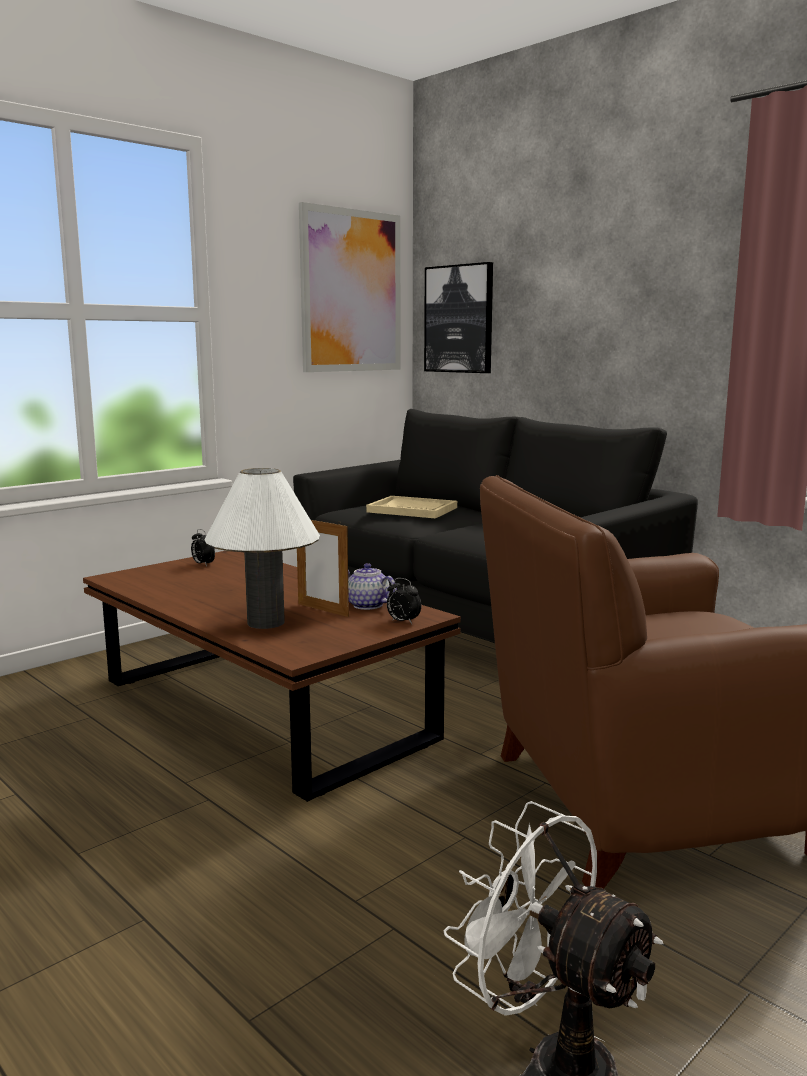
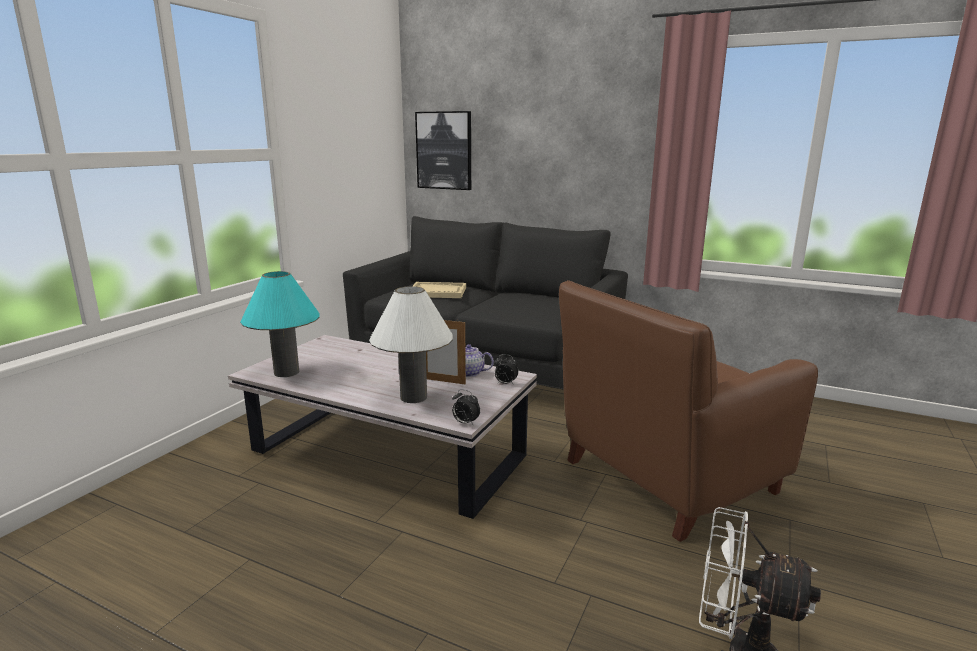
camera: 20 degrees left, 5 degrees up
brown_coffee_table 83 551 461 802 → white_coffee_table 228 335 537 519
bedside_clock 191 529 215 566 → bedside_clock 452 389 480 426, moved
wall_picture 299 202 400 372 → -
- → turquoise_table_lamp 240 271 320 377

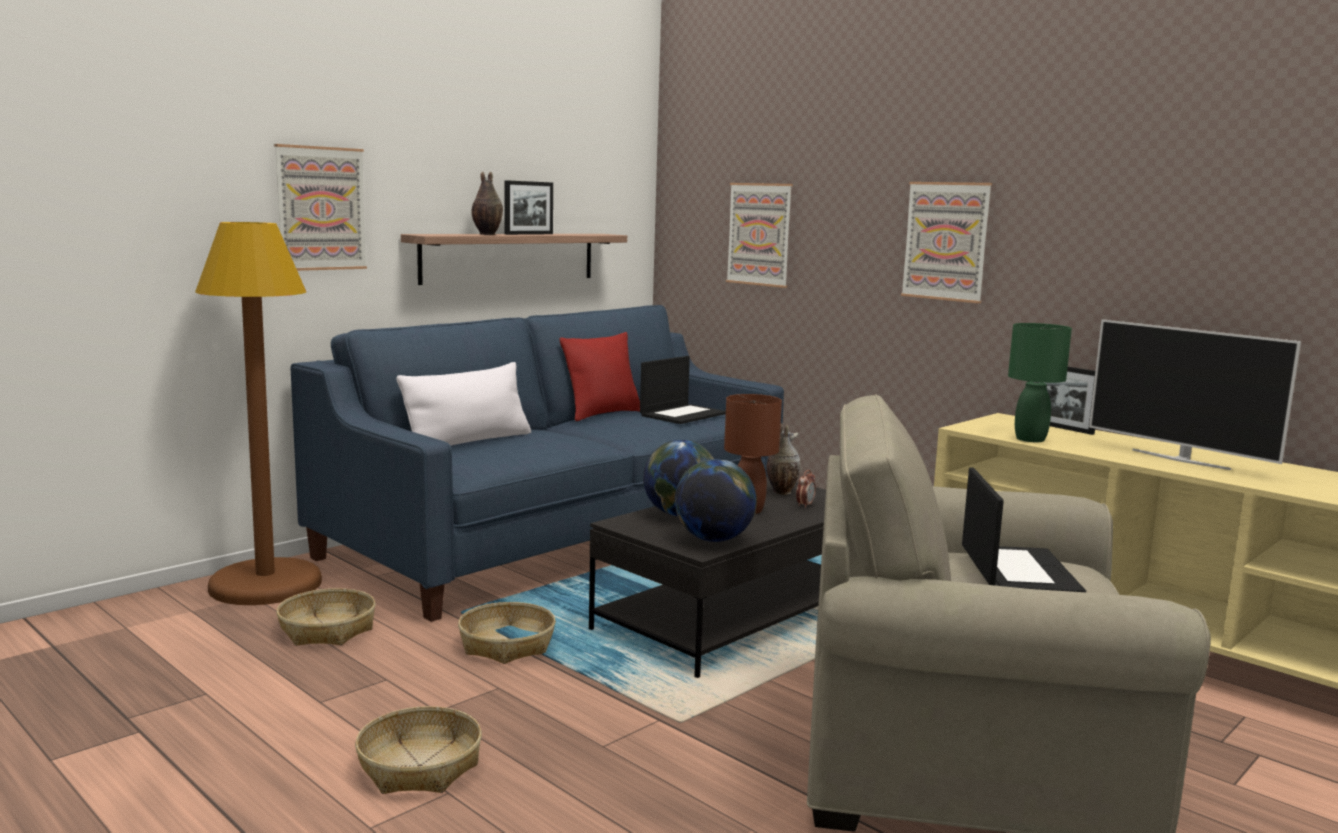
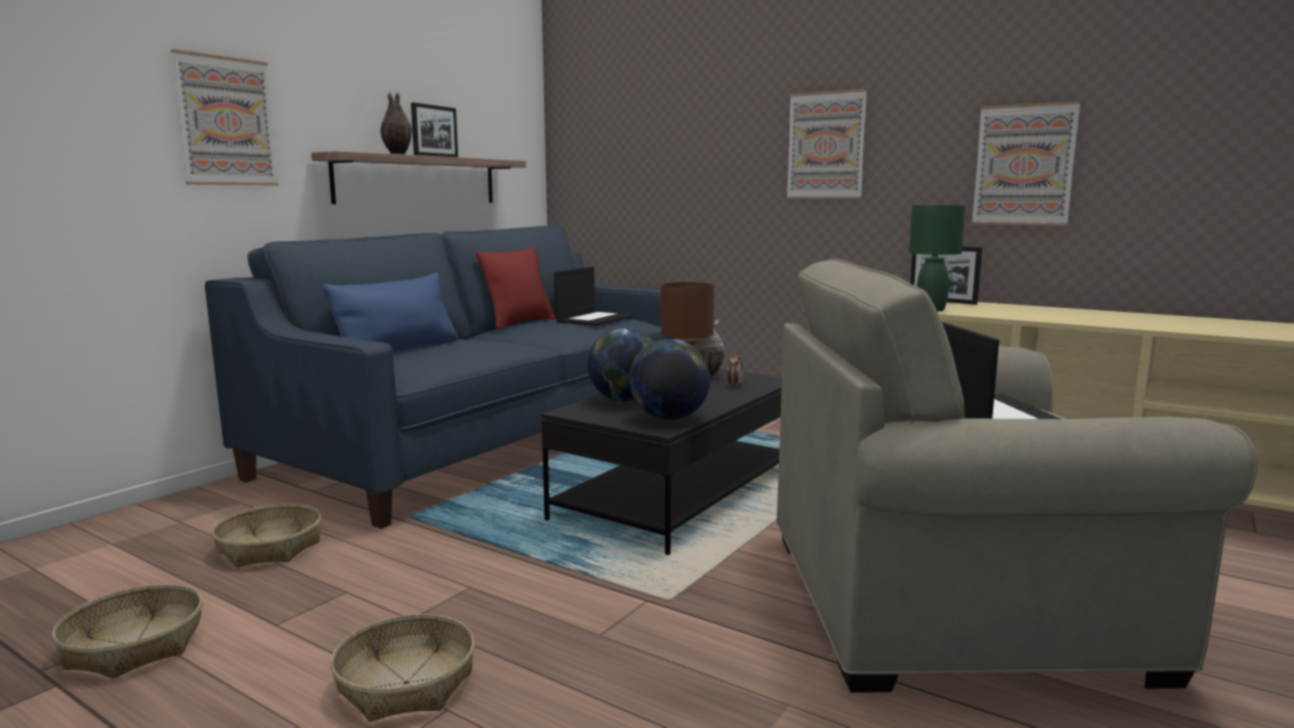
camera: 10 degrees left, 0 degrees up
brown_standing_lamp 195 222 322 605 → -
white_cushion 396 362 531 446 → blue-coloured_cushion 322 273 458 351
storage_basket 458 602 556 664 → storage_basket 52 584 203 679, moved
wall_picture 726 183 793 288 → wall_picture 972 101 1080 226, moved
TV_set 1089 319 1301 470 → -

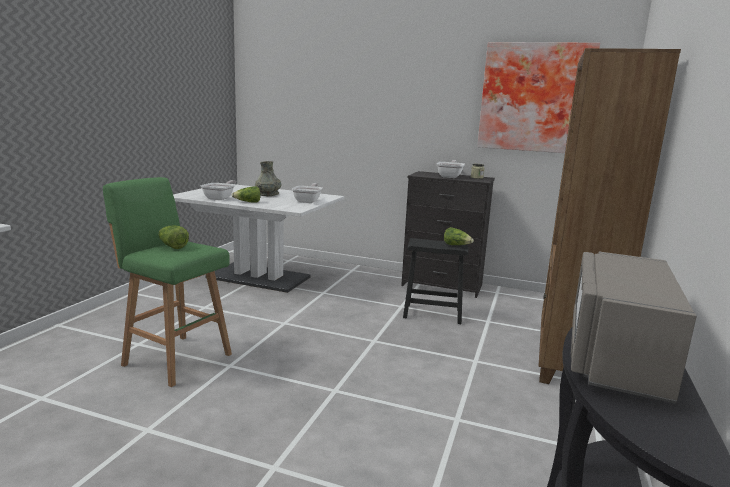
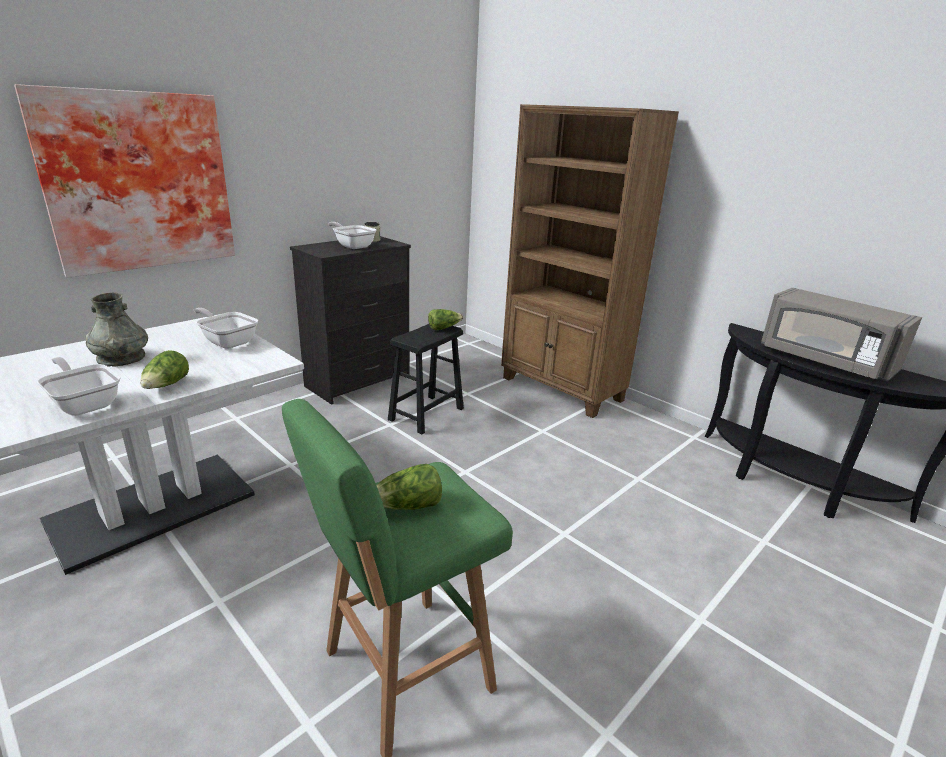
camera: 65 degrees left, 10 degrees up
wall_picture 477 42 600 153 → wall_picture 14 84 235 278, moved

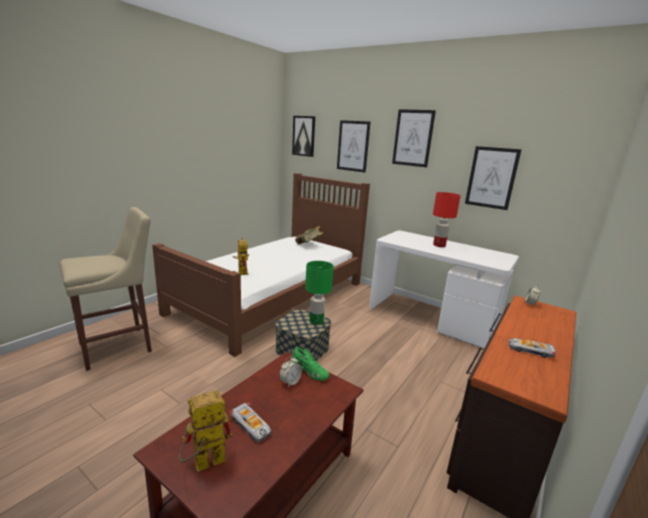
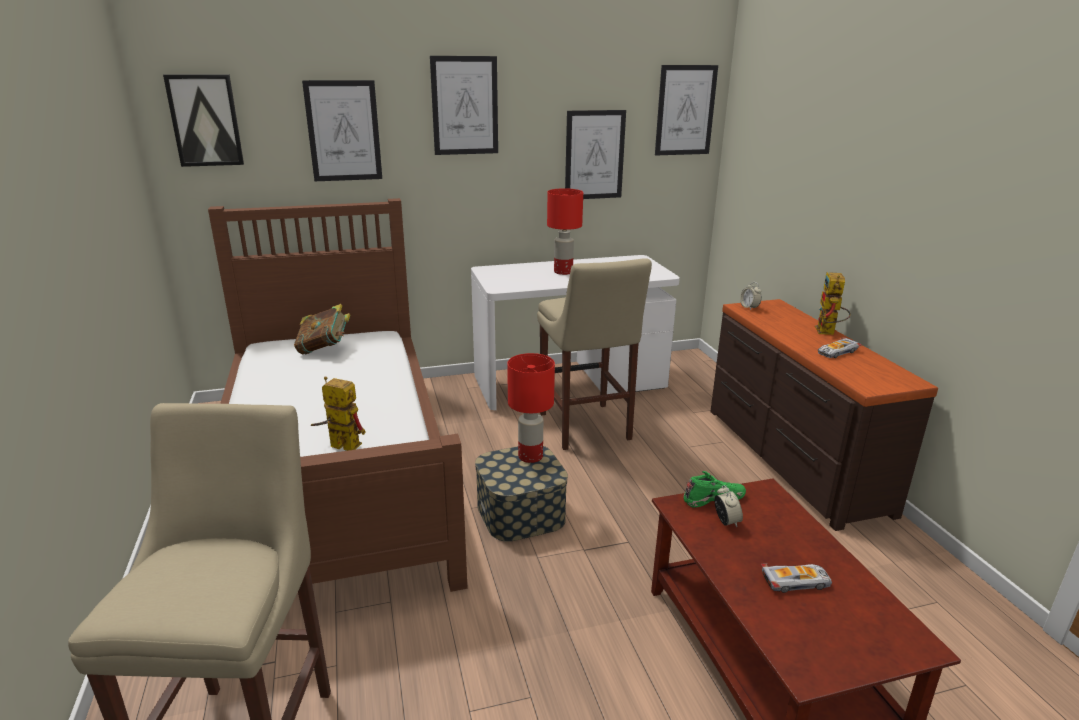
camera: 50 degrees left, 5 degrees up
toy_robot 179 390 233 472 → toy_robot 815 272 851 335, moved
greenish_table_lamp 305 261 334 325 → reddish_table_lamp 507 353 555 463
- → sand-coloured_sitting_stool 537 258 652 450
- → wall_picture 655 65 718 155

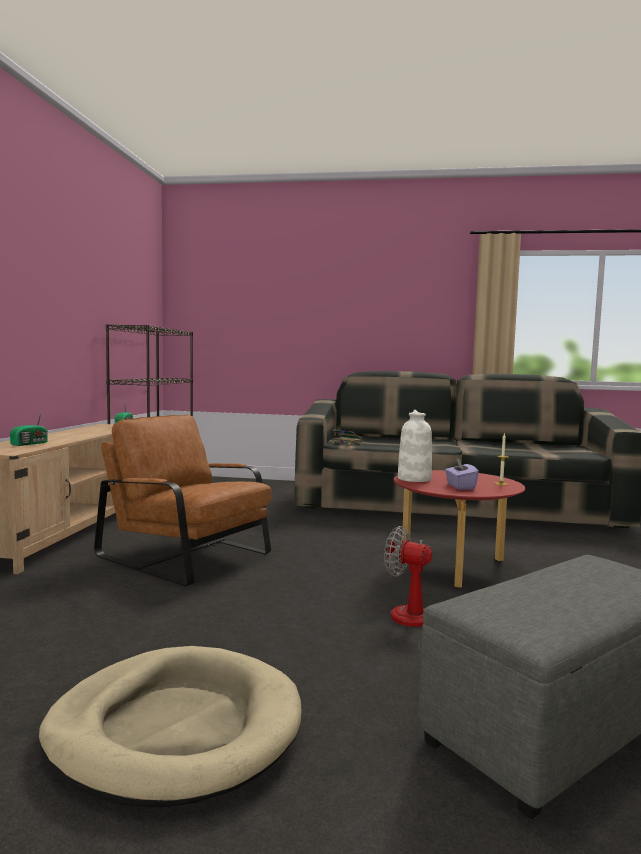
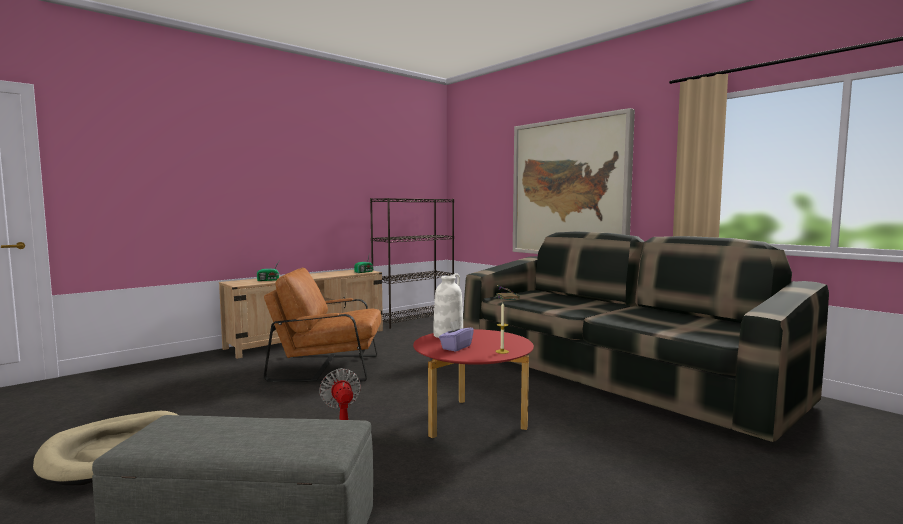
camera: 40 degrees right, 0 degrees up
brown_lounge_chair 94 414 272 586 → brown_lounge_chair 264 268 381 382, 75 degrees counterclockwise
- → wall_picture 513 108 635 254

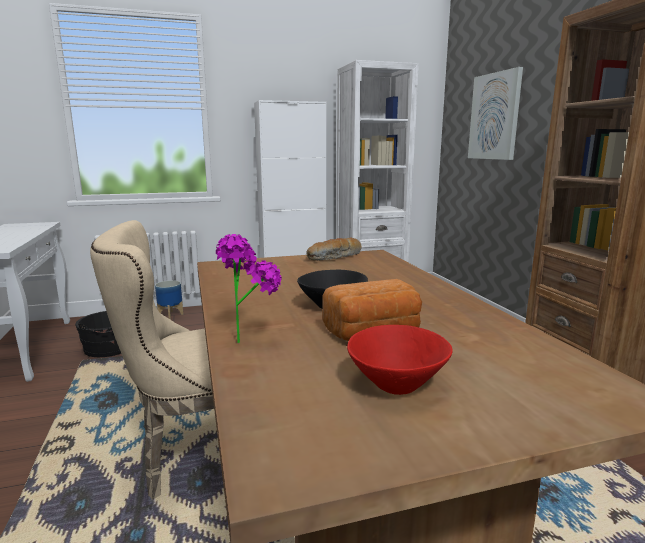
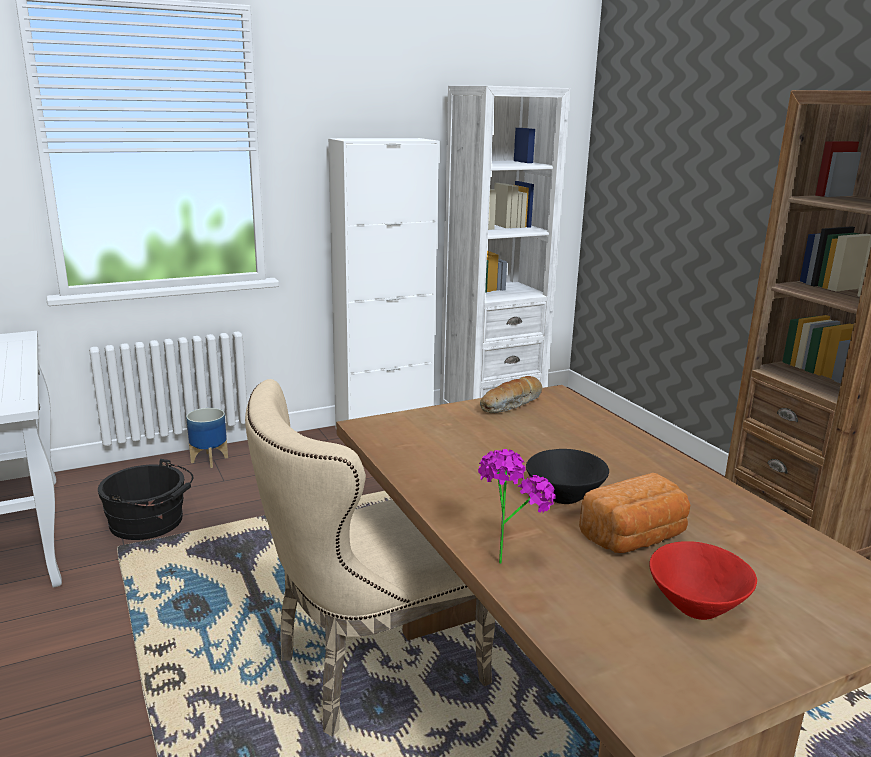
camera: 10 degrees left, 5 degrees up
wall_picture 468 67 523 160 → -

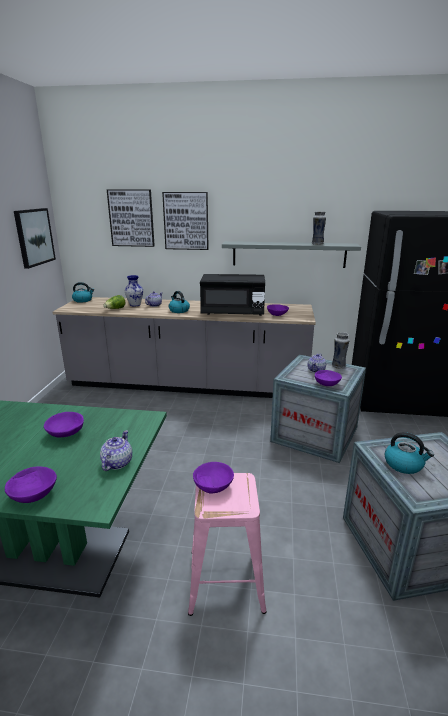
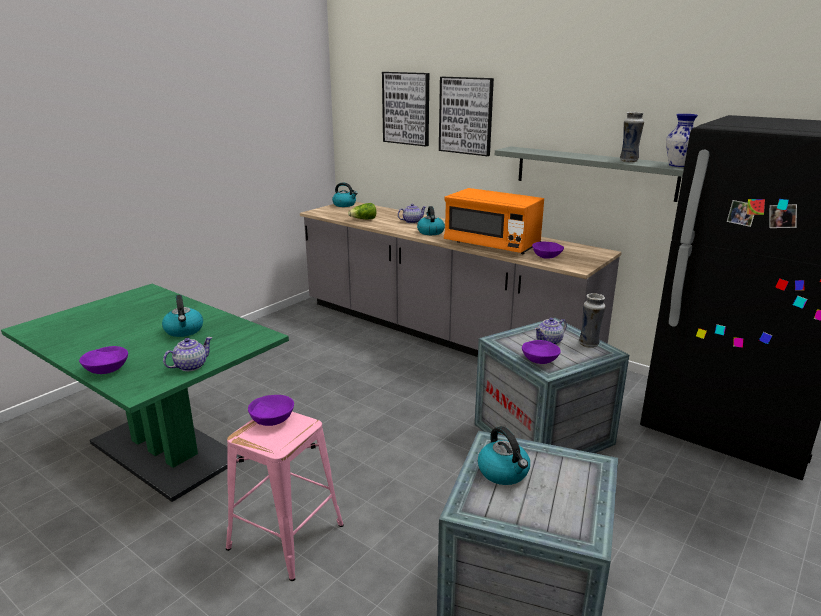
camera: 30 degrees right, 0 degrees up
wall_picture 14 208 56 269 → -
purplish_deep_dish 44 412 84 438 → tea_kettle 162 295 203 337
flower_vase 125 275 143 306 → flower_vase 666 114 698 167, moved
black-coloured_kitchen_microwave 200 274 265 316 → orangey_kitchen_microwave 444 188 544 254

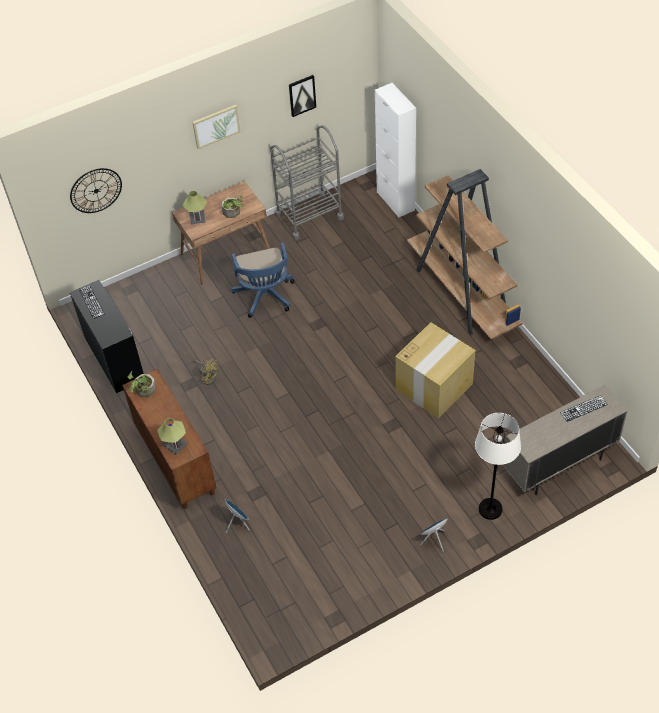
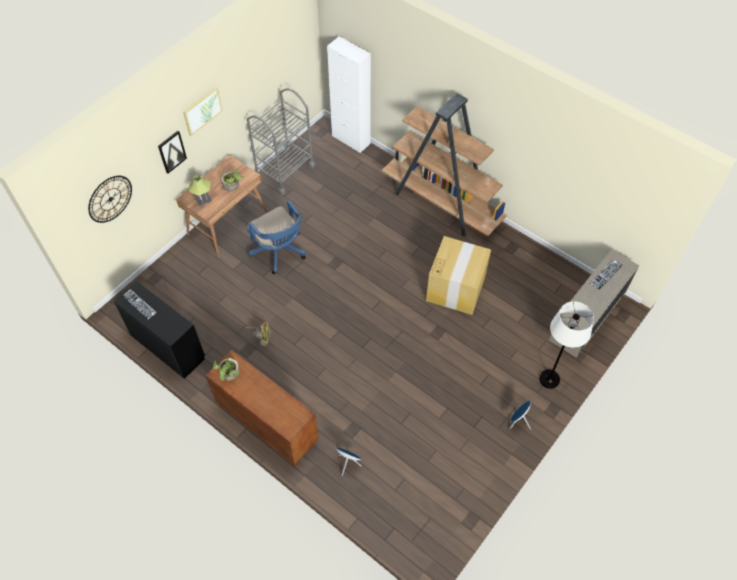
camera: 25 degrees left, 5 degrees up
table_lamp 158 418 188 455 → -
wall_picture 289 75 316 117 → wall_picture 158 131 187 174, moved

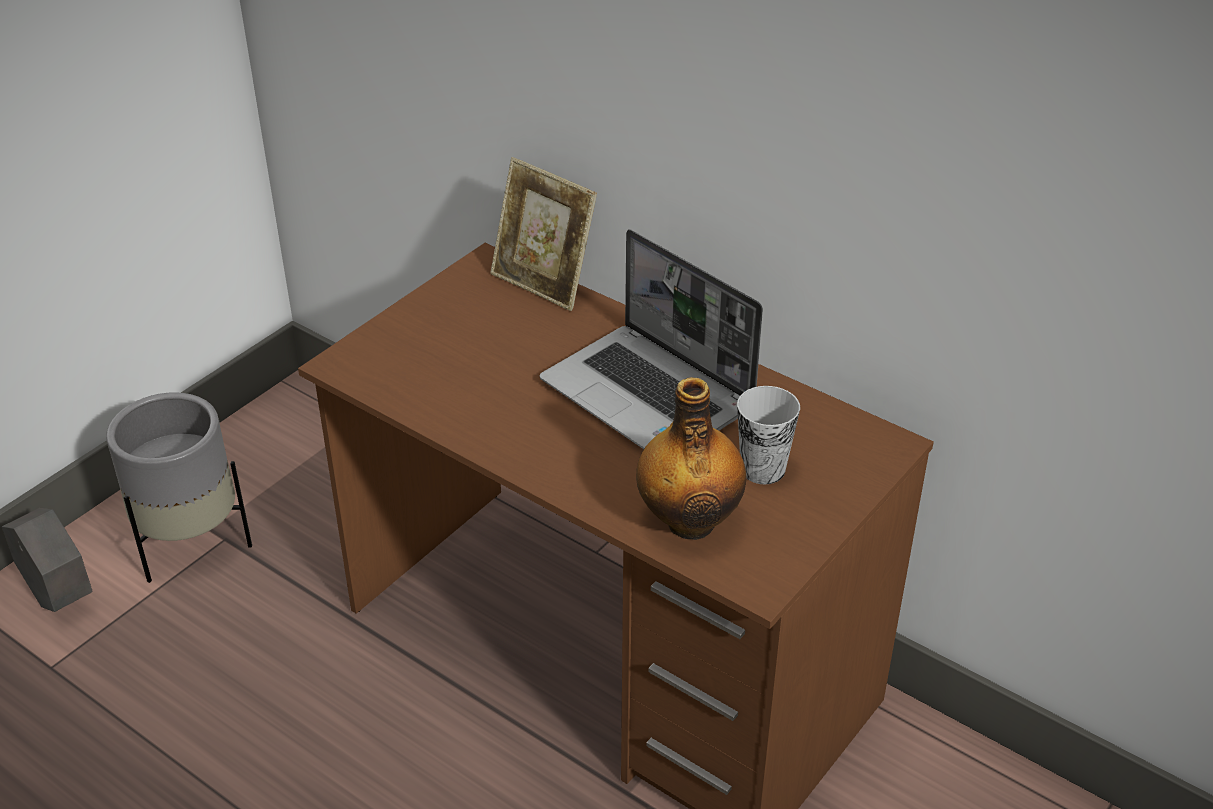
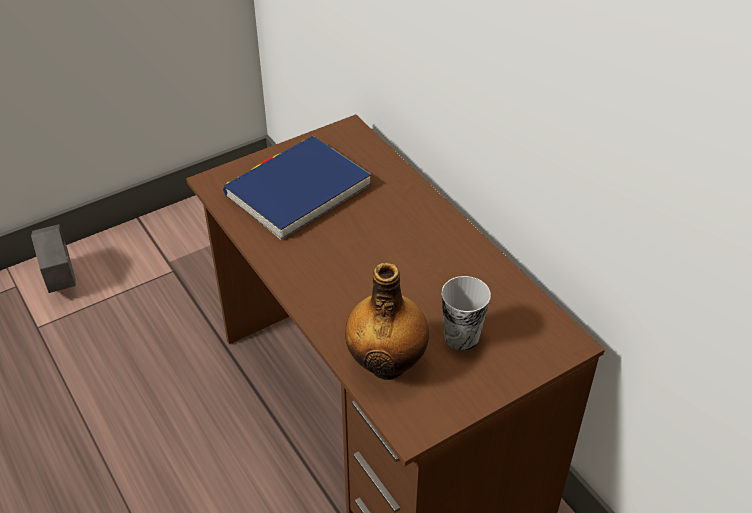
camera: 20 degrees right, 5 degrees up
gray_planter 106 392 252 583 → -
standing_frame 490 157 597 311 → -
laptop 540 229 763 449 → -
- → blue-coloured_volume 223 136 371 240

